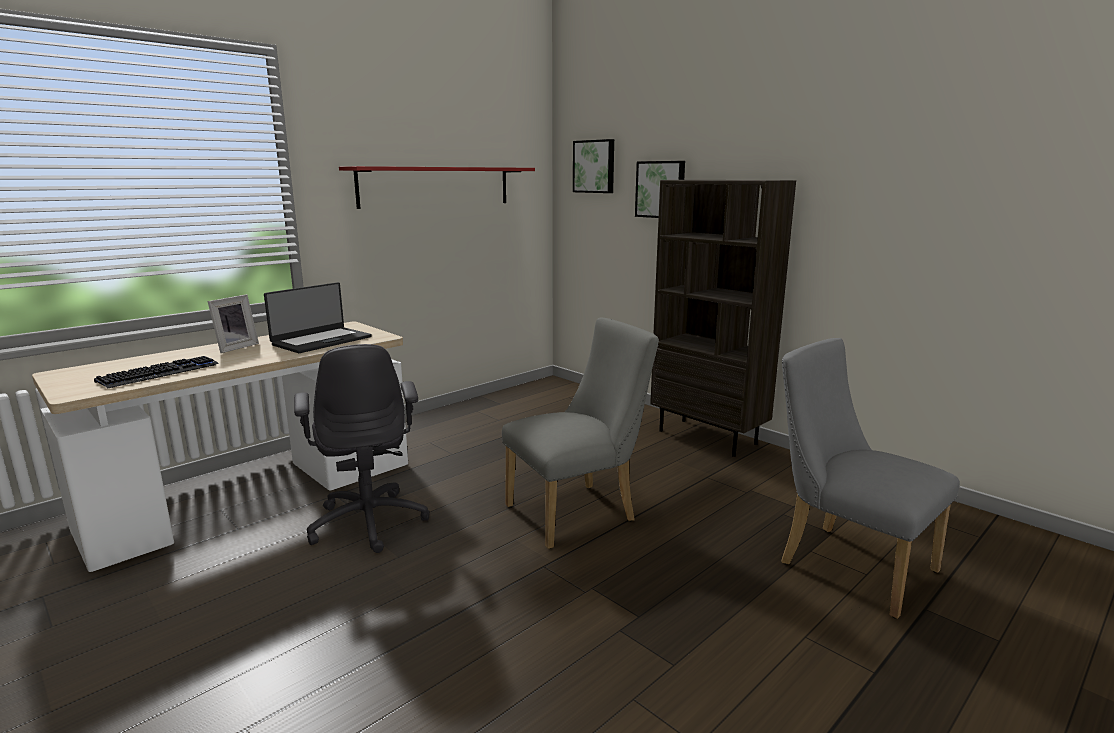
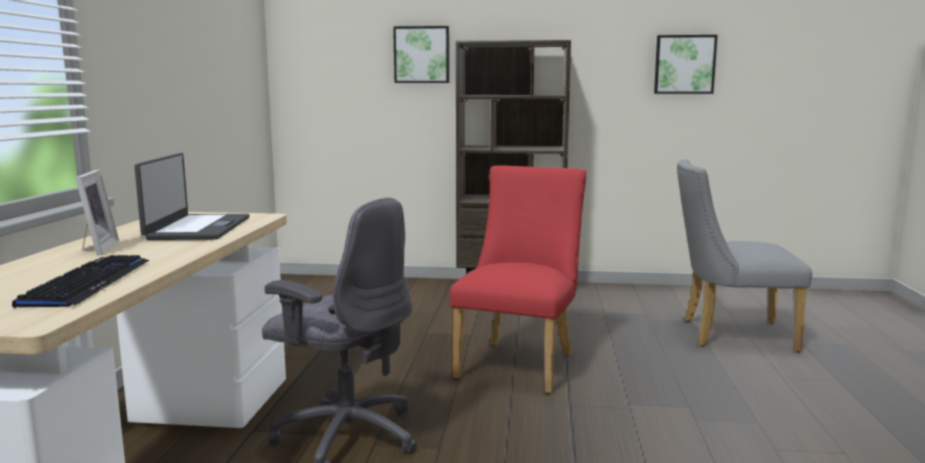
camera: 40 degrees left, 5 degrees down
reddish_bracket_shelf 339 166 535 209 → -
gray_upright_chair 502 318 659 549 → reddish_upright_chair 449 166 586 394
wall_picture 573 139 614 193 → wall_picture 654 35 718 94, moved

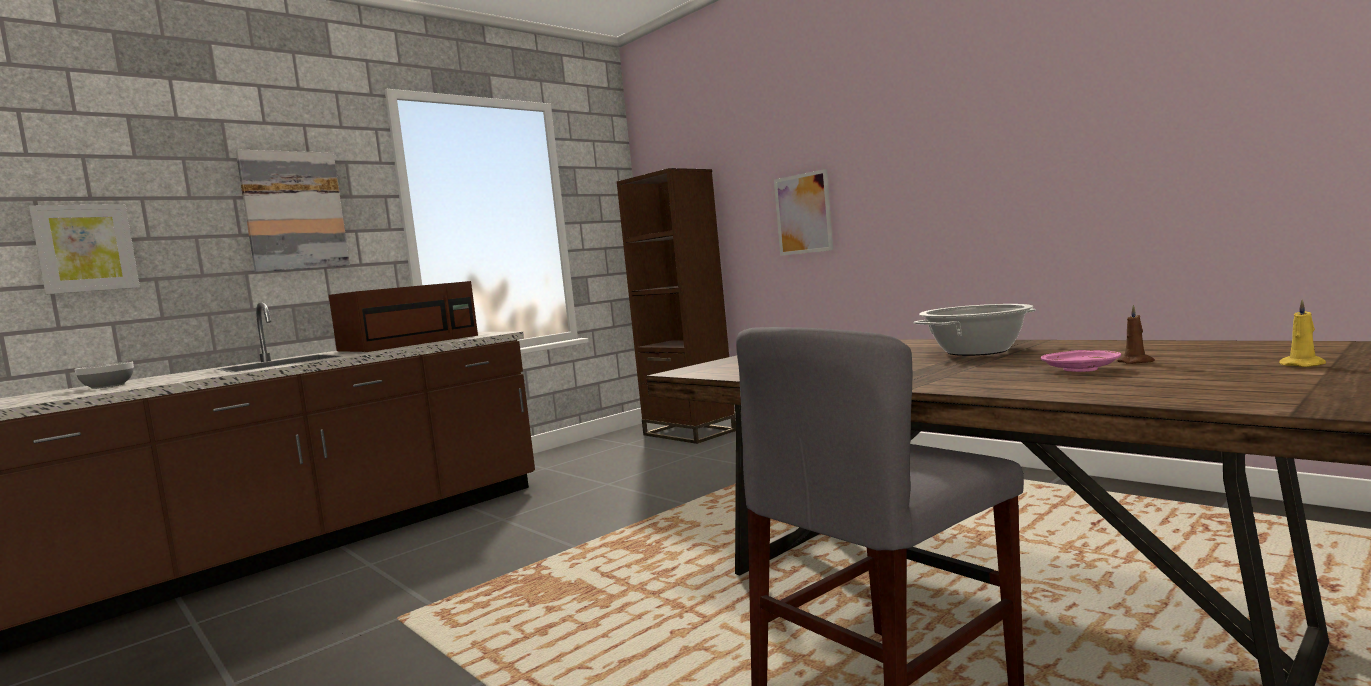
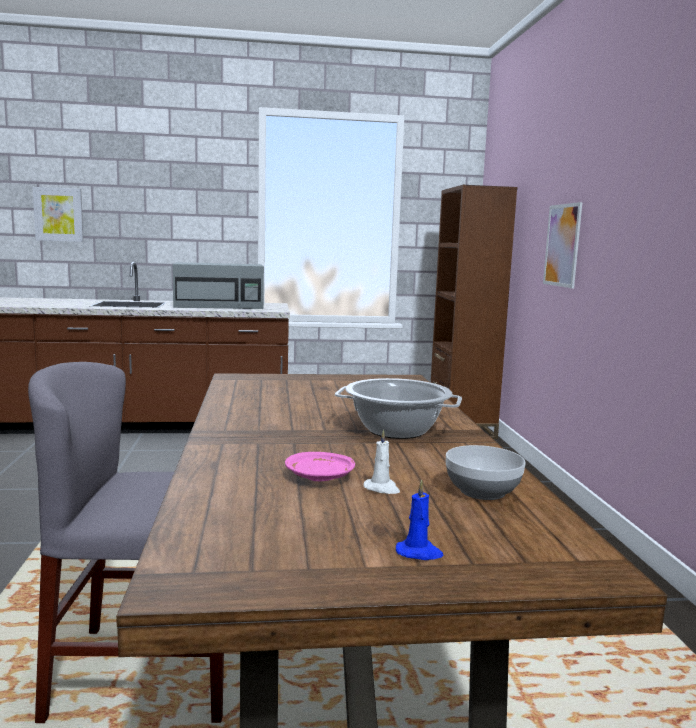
camera: 35 degrees right, 5 degrees up
deep_dish 74 362 134 389 → deep_dish 446 445 526 500, moved
wall_picture 236 150 350 272 → -
brown_kitchen_microwave 329 281 478 352 → gray_kitchen_microwave 172 262 264 309
brown_wax_candle 1117 304 1155 364 → white_wax_candle 363 429 400 494
yellow_wax_candle 1279 299 1326 367 → blue-coloured_wax_candle 396 480 443 560

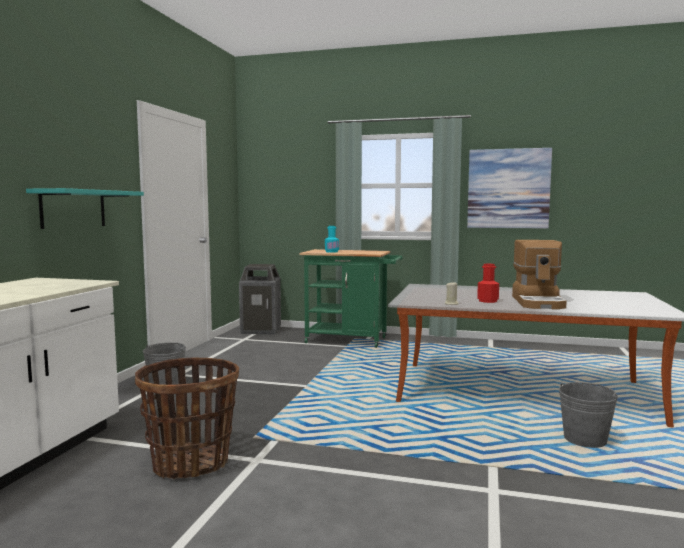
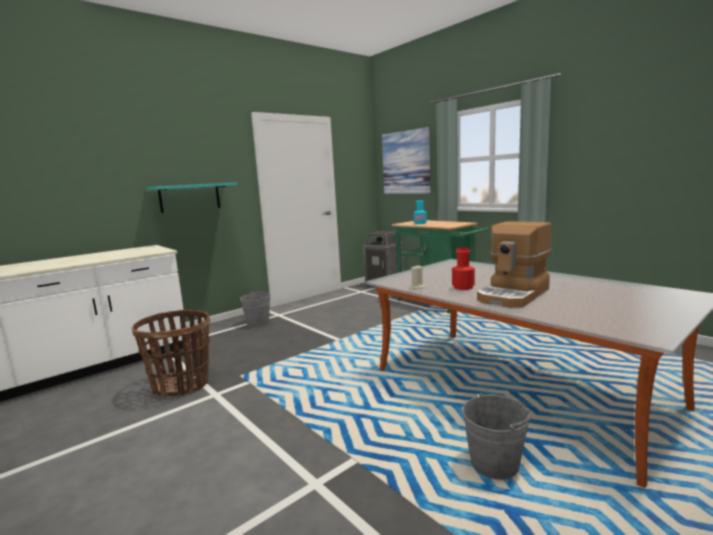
camera: 35 degrees right, 5 degrees up
wall_picture 467 148 552 229 → wall_picture 382 127 431 194, moved

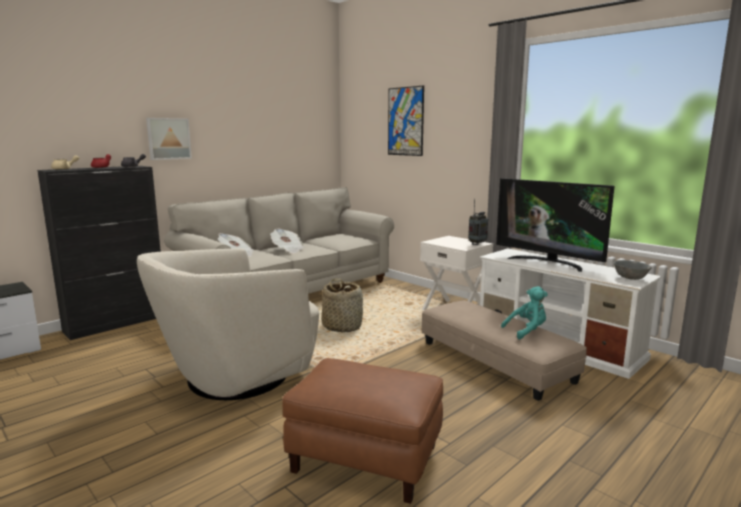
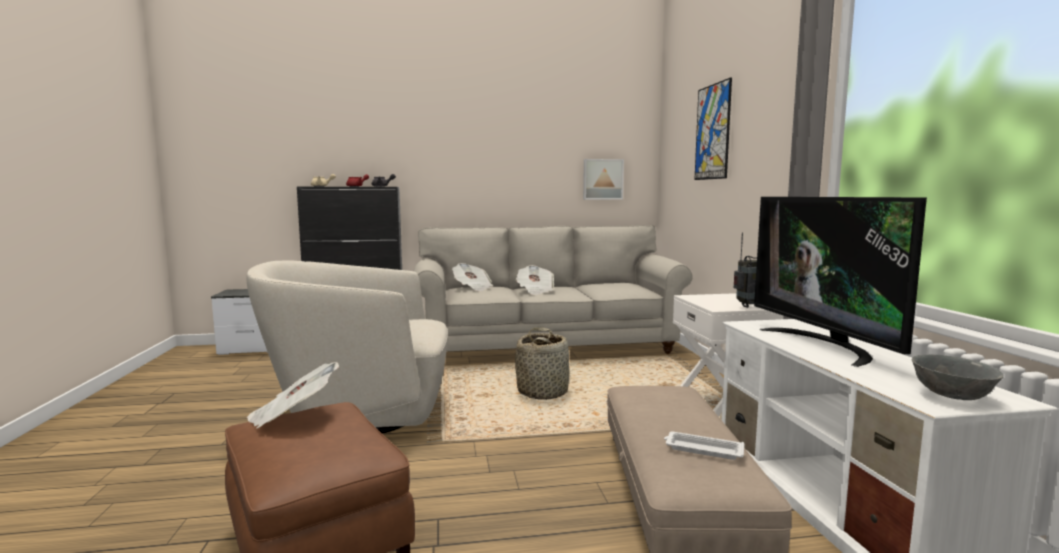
camera: 35 degrees right, 5 degrees down
wall_picture 146 118 192 160 → wall_picture 583 159 624 200, moved
turquoise_cuddly_toy 501 286 548 339 → white_carrying_tray 664 431 745 460
- → printed_paper 247 362 339 428

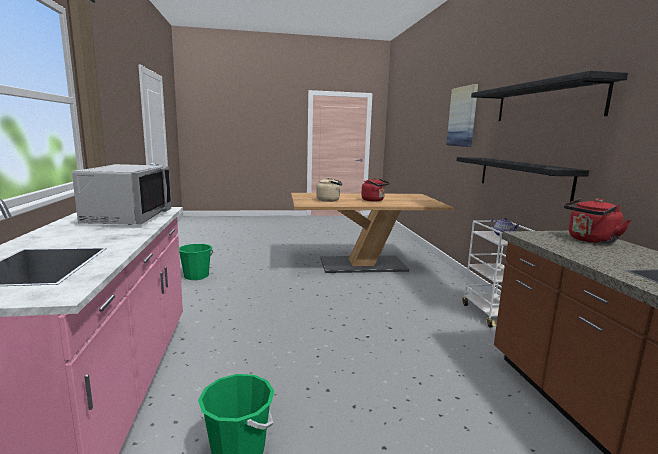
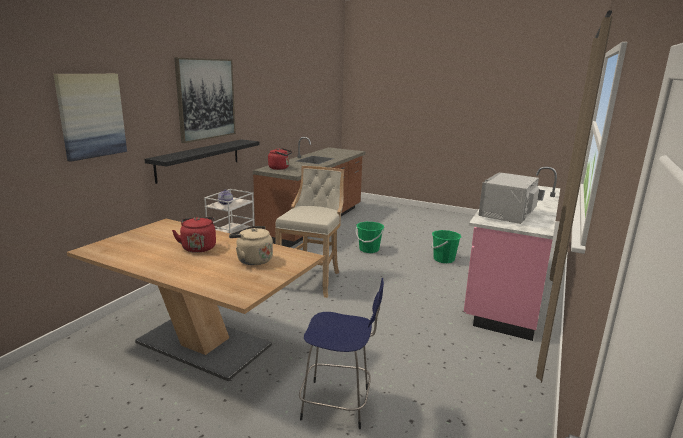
camera: 145 degrees left, 5 degrees up
greenish_bucket 179 244 213 280 → greenish_bucket 356 222 384 253, moved
black-coloured_bracket_shelf 471 71 628 121 → wall_picture 174 58 236 143
- → sand-coloured_sitting_stool 275 166 344 298
- → blue-coloured_sitting_stool 299 278 384 429

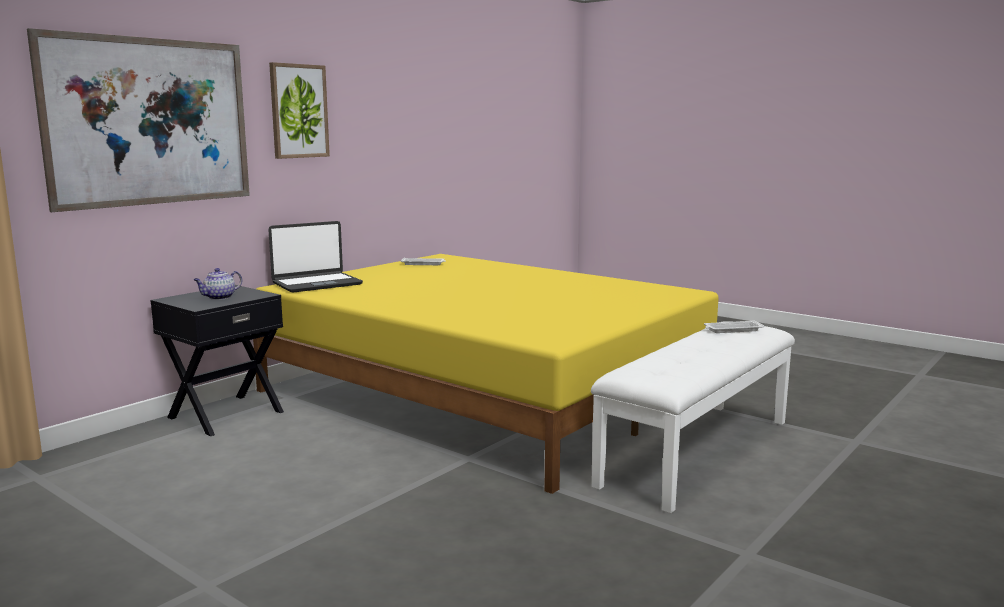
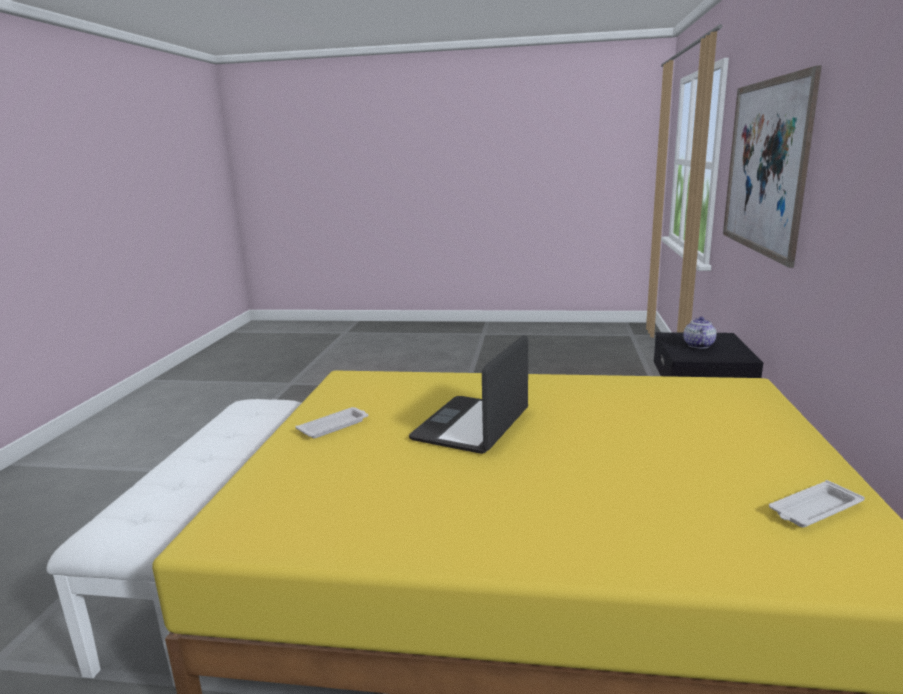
camera: 150 degrees right, 5 degrees up
laptop 268 221 363 293 → laptop 409 335 528 454, moved
wall_picture 269 62 330 159 → -
white_carrying_tray 704 320 764 333 → white_carrying_tray 295 407 368 438, moved

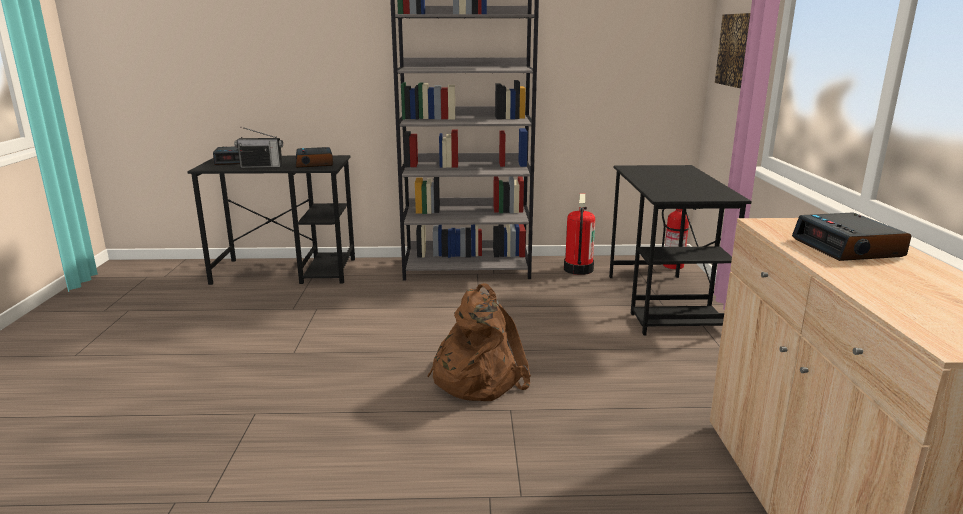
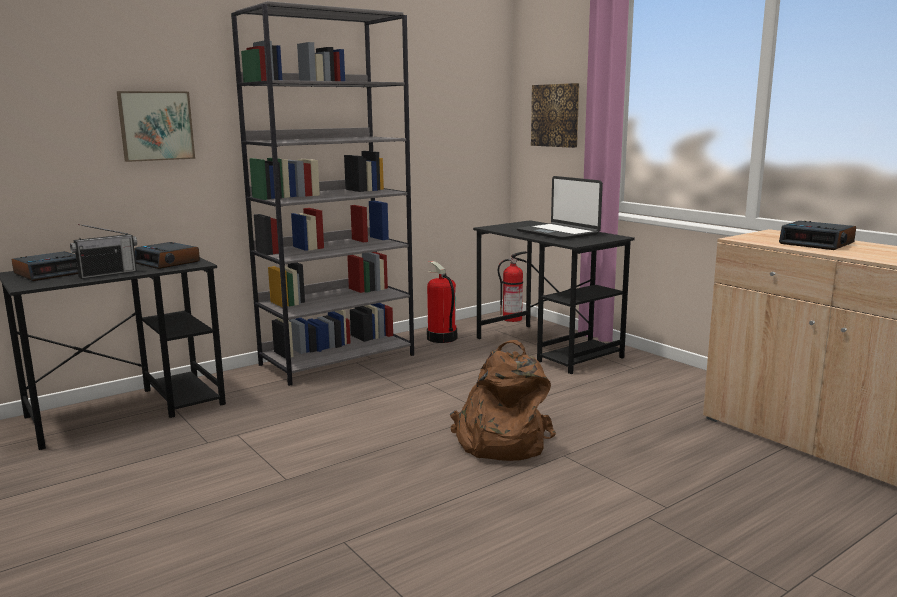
camera: 35 degrees left, 5 degrees down
- → wall_picture 117 91 195 162
- → laptop 516 176 603 240

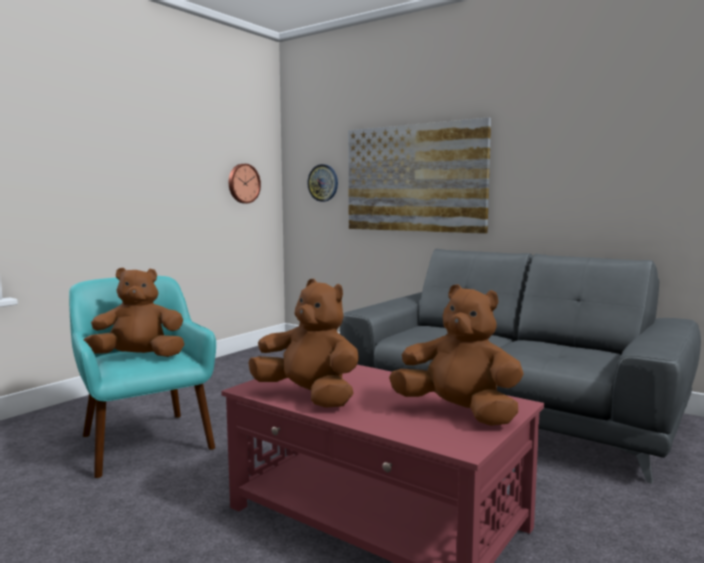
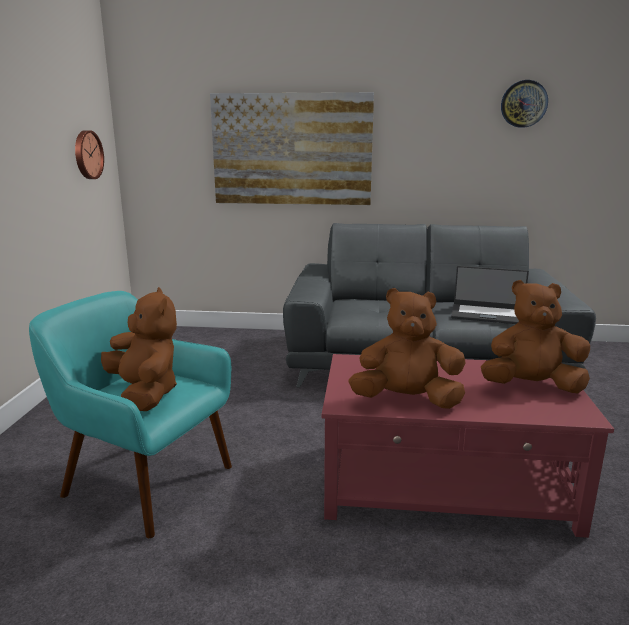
camera: 30 degrees left, 10 degrees up
brown_cuddly_toy 84 268 184 357 → brown_cuddly_toy 101 287 177 411, 105 degrees clockwise
hanging_clock 307 164 338 202 → hanging_clock 501 80 548 128, moved
- → laptop 451 266 529 324

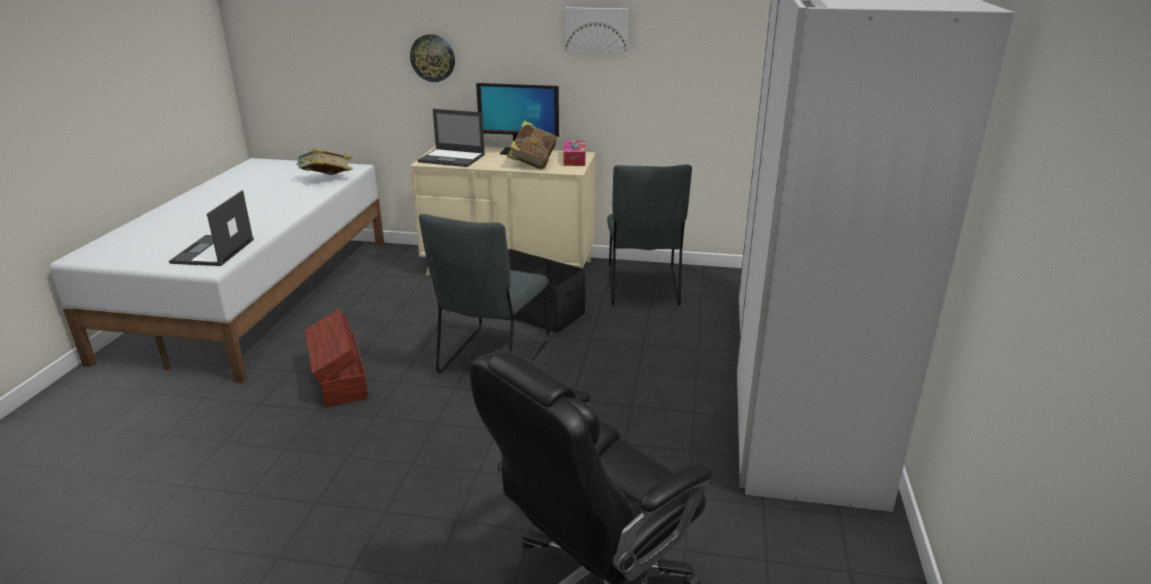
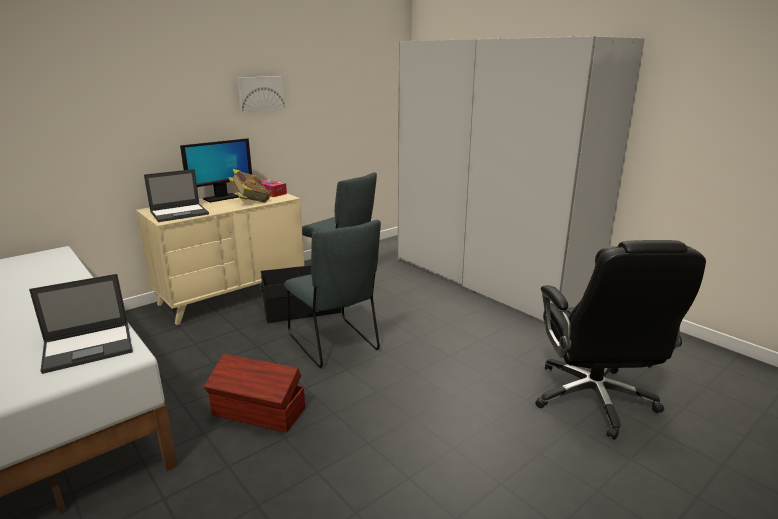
camera: 50 degrees left, 5 degrees down
laptop 169 190 254 266 → laptop 29 274 133 374, 75 degrees counterclockwise
volume 296 148 352 175 → -
hanging_clock 410 34 455 82 → -

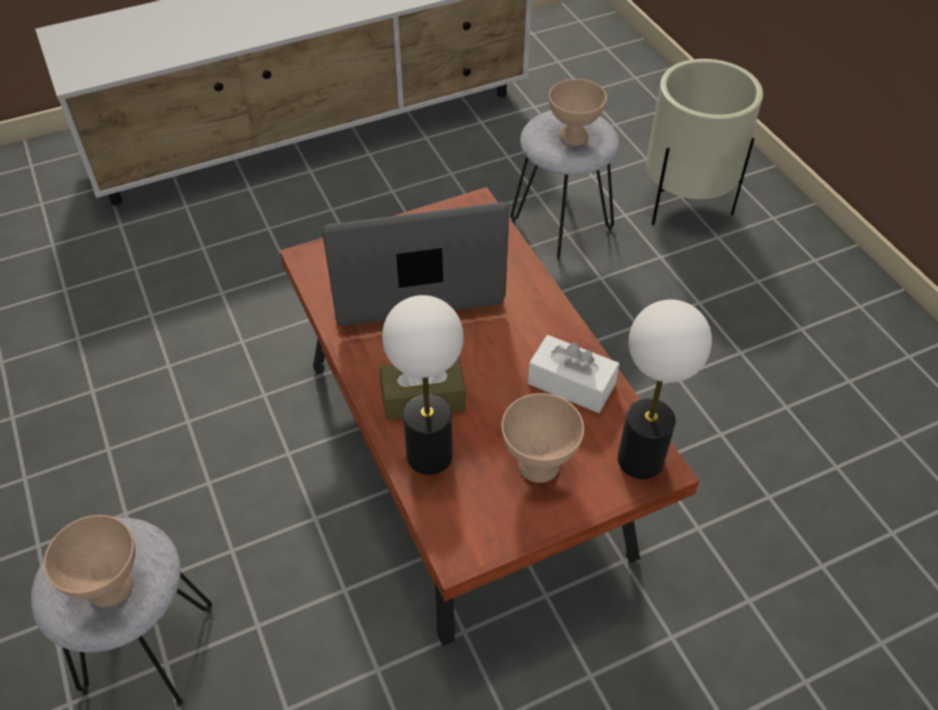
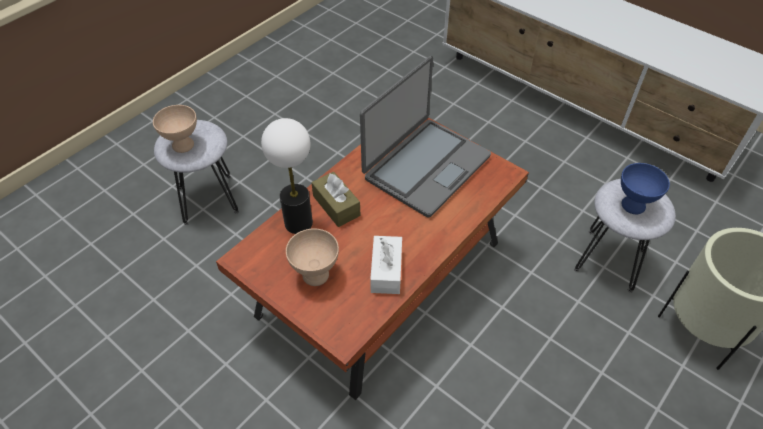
camera: 65 degrees right, 0 degrees up
laptop 322 202 509 326 → laptop 360 56 491 217, 75 degrees clockwise
sand-coloured_deep_dish 549 79 607 146 → blue-coloured_deep_dish 621 163 670 214
table_lamp 618 300 712 479 → -

